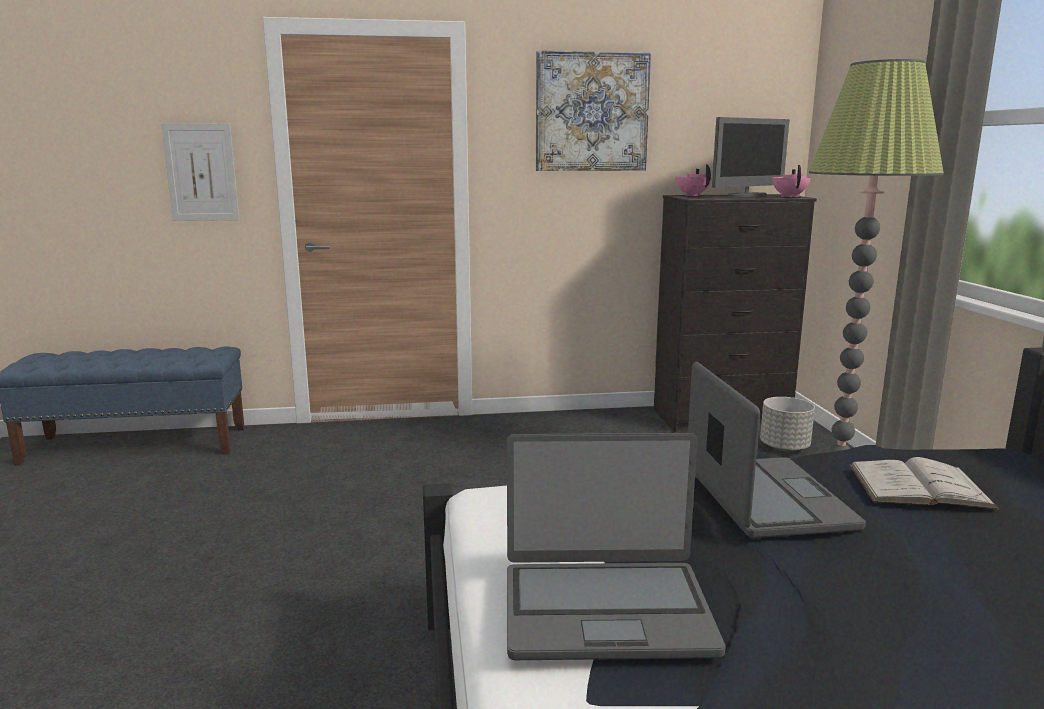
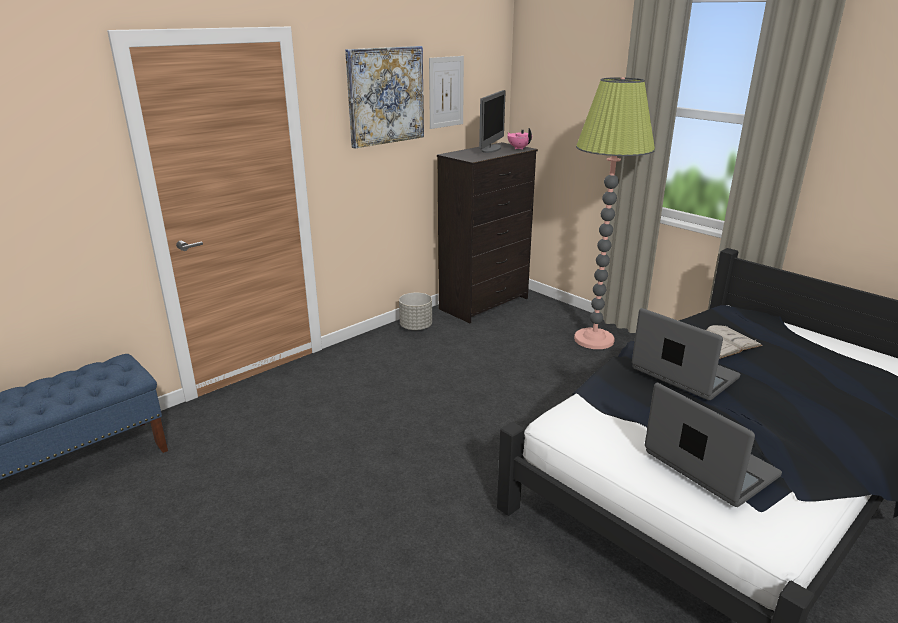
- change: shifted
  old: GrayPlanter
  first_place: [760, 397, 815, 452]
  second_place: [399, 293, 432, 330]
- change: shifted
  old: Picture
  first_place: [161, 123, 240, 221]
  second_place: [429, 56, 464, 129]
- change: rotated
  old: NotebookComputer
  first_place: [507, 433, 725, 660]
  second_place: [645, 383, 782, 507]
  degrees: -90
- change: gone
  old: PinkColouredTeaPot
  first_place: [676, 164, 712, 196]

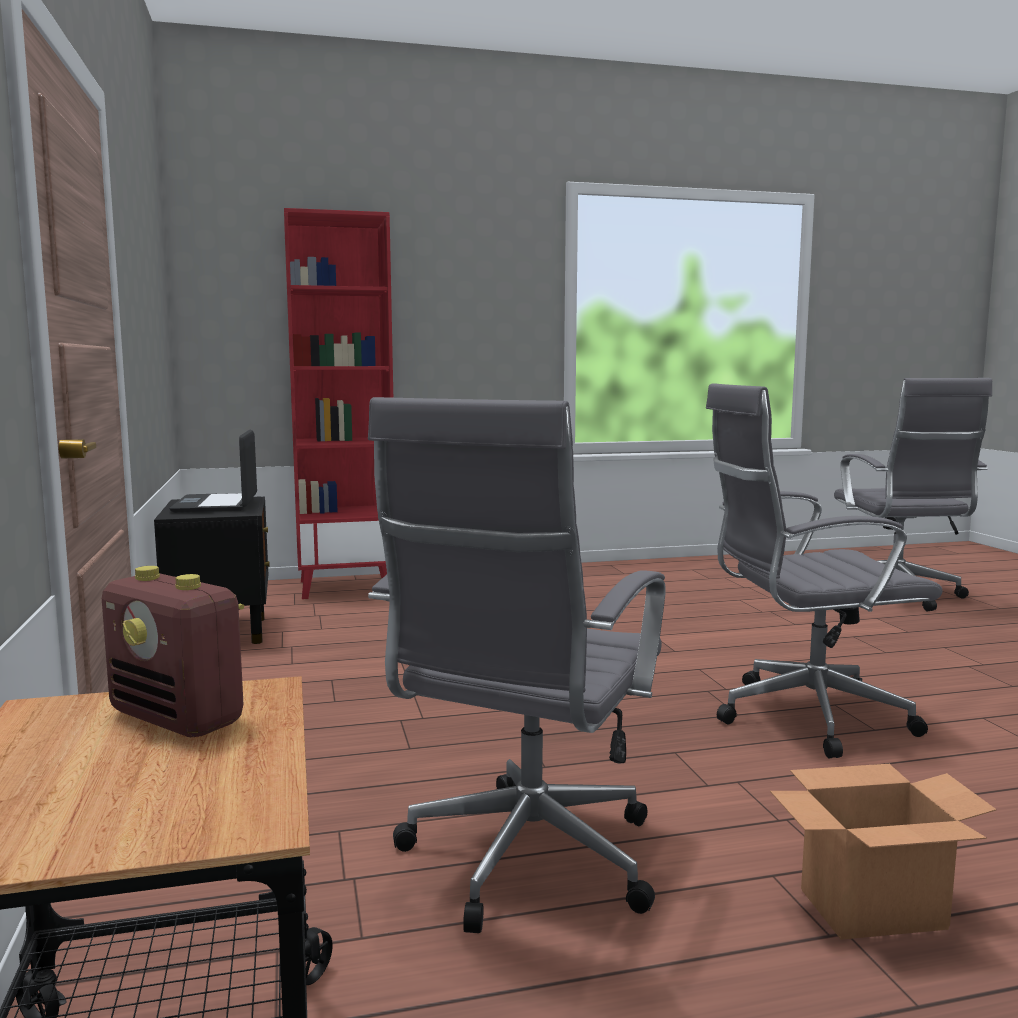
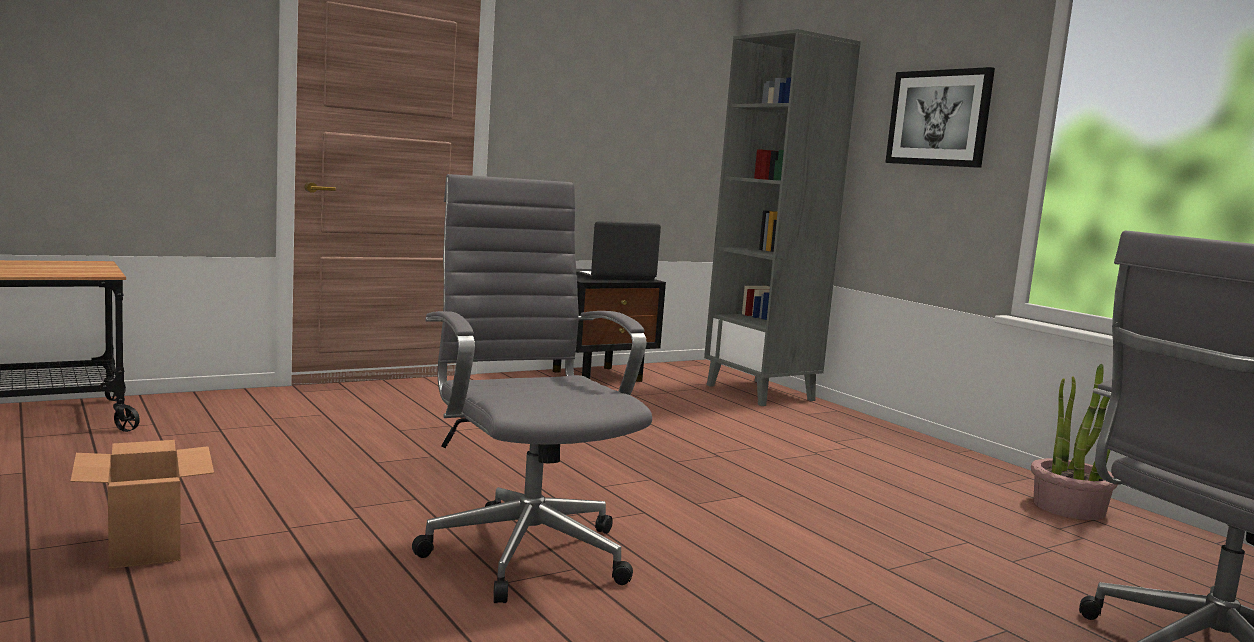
- change: repainted
  old: ReddishShelvingUnit
  new: GrayShelvingUnit
  first_place: [284, 208, 393, 599]
  second_place: [704, 29, 861, 406]
- change: new
  new: Picture
  second_place: [885, 67, 995, 168]
- change: new
  new: Houseplant
  second_place: [1031, 364, 1118, 520]
- change: gone
  old: Radio
  first_place: [102, 566, 244, 738]
- change: gone
  old: GrayOfficeChair
  first_place: [368, 397, 666, 933]

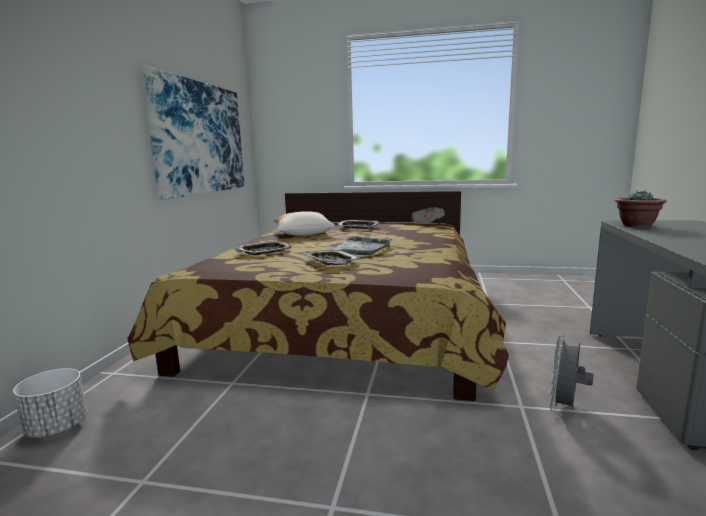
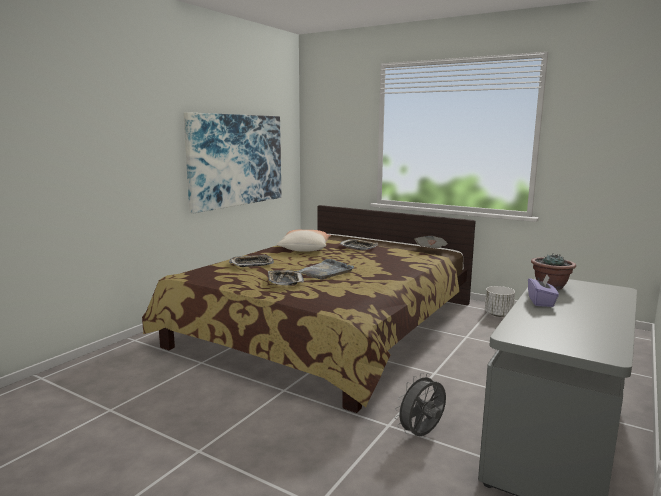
- change: shifted
  old: WhitePlanter
  first_place: [13, 368, 87, 438]
  second_place: [485, 286, 515, 317]
- change: new
  new: PurpleColouredTissueHolder
  second_place: [528, 275, 559, 307]

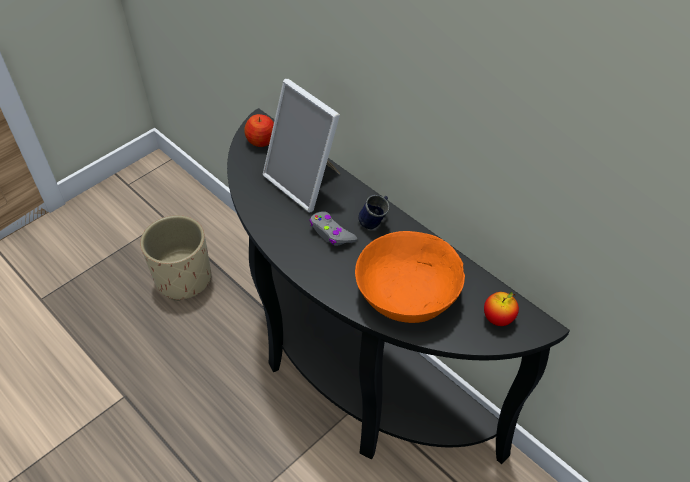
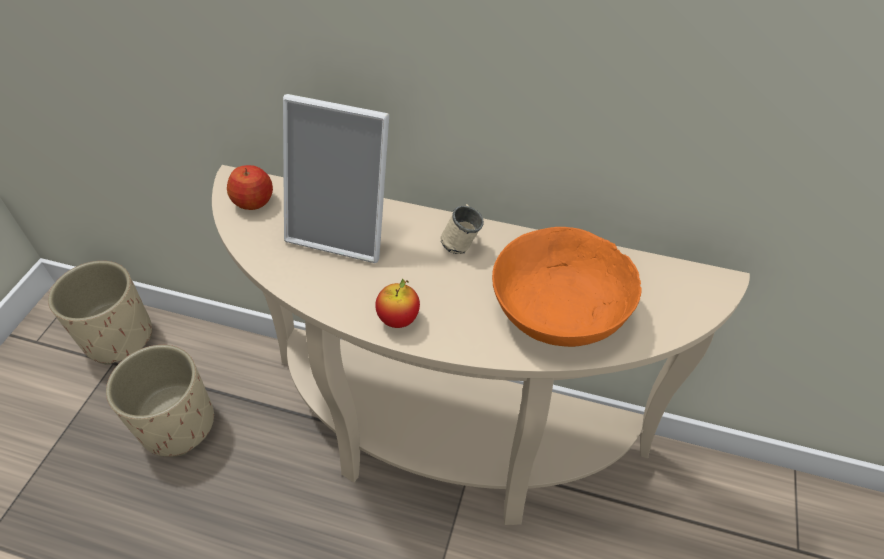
- change: new
  new: BeigePlanter
  second_place: [48, 261, 152, 365]
- change: repainted
  old: BlackishNarrowTable
  new: BeigeNarrowTable
  first_place: [227, 108, 570, 464]
  second_place: [212, 165, 750, 525]
- change: shifted
  old: WholeApple
  first_place: [484, 292, 519, 326]
  second_place: [375, 279, 420, 328]
- change: repainted
  old: BluishCoffeeMug
  new: BeigeCoffeeMug
  first_place: [358, 195, 390, 230]
  second_place: [440, 204, 484, 254]
- change: gone
  old: GrayJoypad
  first_place: [309, 212, 357, 246]

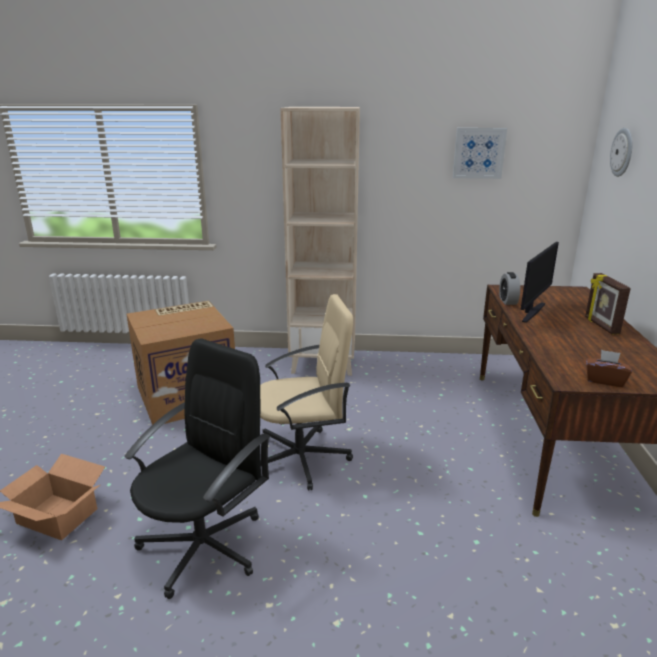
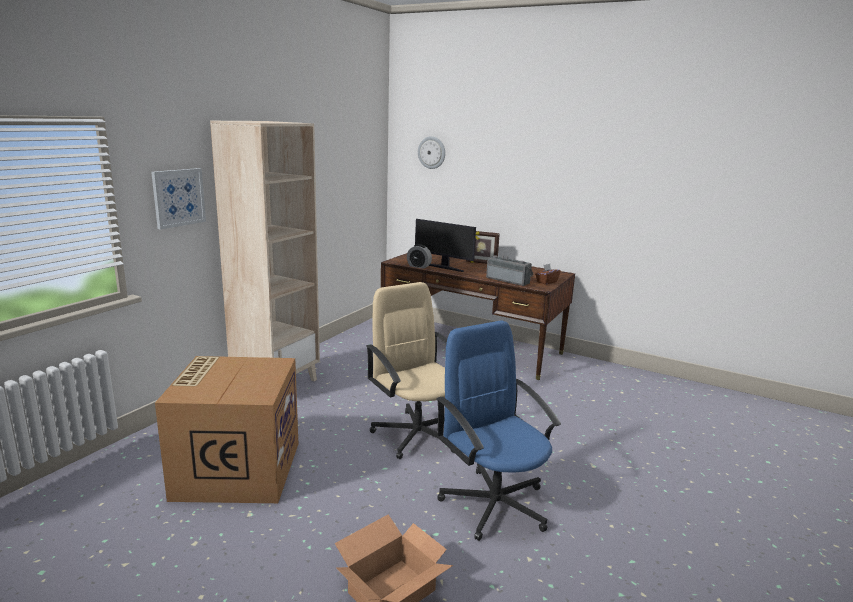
- change: shifted
  old: Picture
  first_place: [453, 128, 507, 179]
  second_place: [151, 168, 206, 229]
- change: rotated
  old: BeigeOfficeChair
  first_place: [260, 294, 353, 490]
  second_place: [366, 282, 454, 459]
  degrees: -45
- change: rotated
  old: Monitor
  first_place: [521, 242, 559, 323]
  second_place: [415, 219, 476, 272]
  degrees: 150
- change: repainted
  old: BlackishOfficeChair
  new: BluishOfficeChair
  first_place: [125, 338, 270, 599]
  second_place: [436, 320, 561, 541]
- change: new
  new: Radio
  second_place: [486, 255, 533, 286]

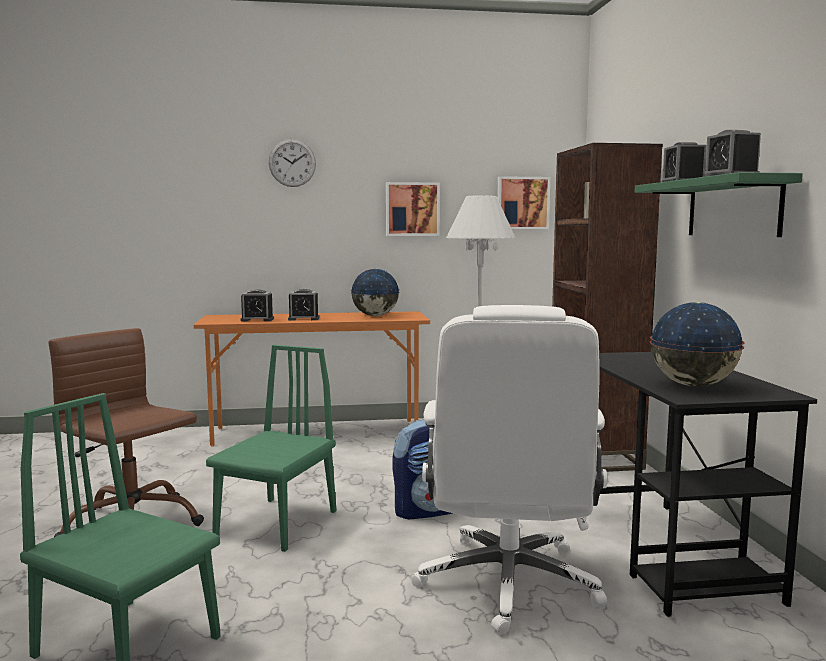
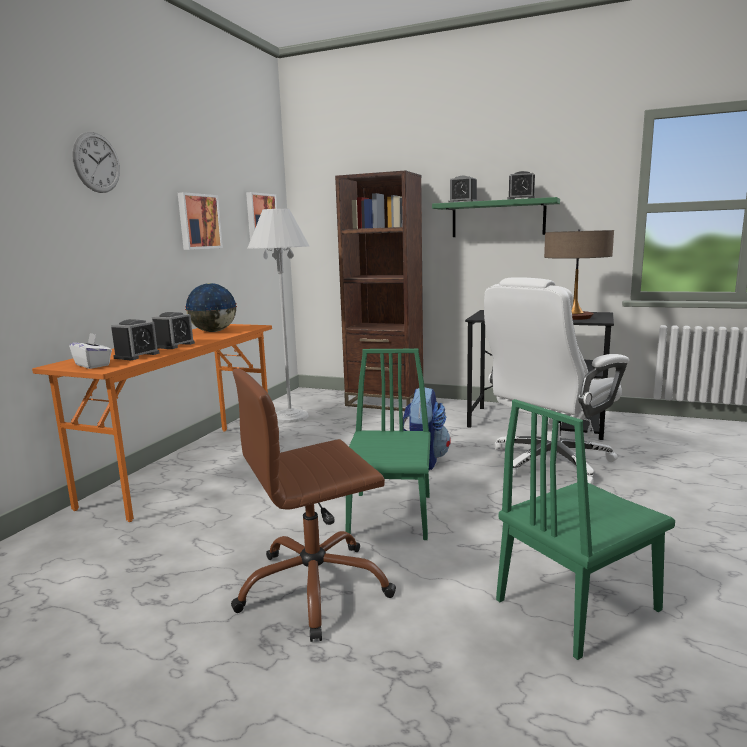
- change: new
  new: WhiteTissueHolder
  second_place: [69, 333, 112, 369]
- change: rotated
  old: GreenChair
  first_place: [206, 345, 336, 552]
  second_place: [346, 349, 431, 540]
  degrees: 45
- change: rotated
  old: WhiteOfficeChair
  first_place: [411, 305, 607, 635]
  second_place: [484, 277, 629, 485]
  degrees: 105
- change: swapped
  old: Globe
  new: TabletopLamp
  first_place: [650, 302, 744, 387]
  second_place: [544, 229, 614, 320]

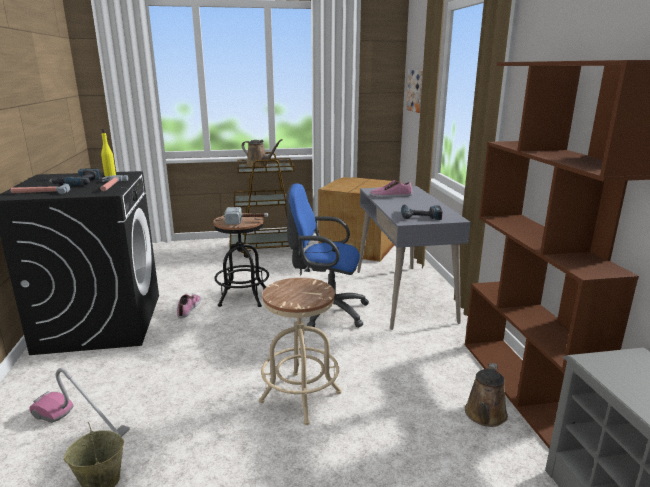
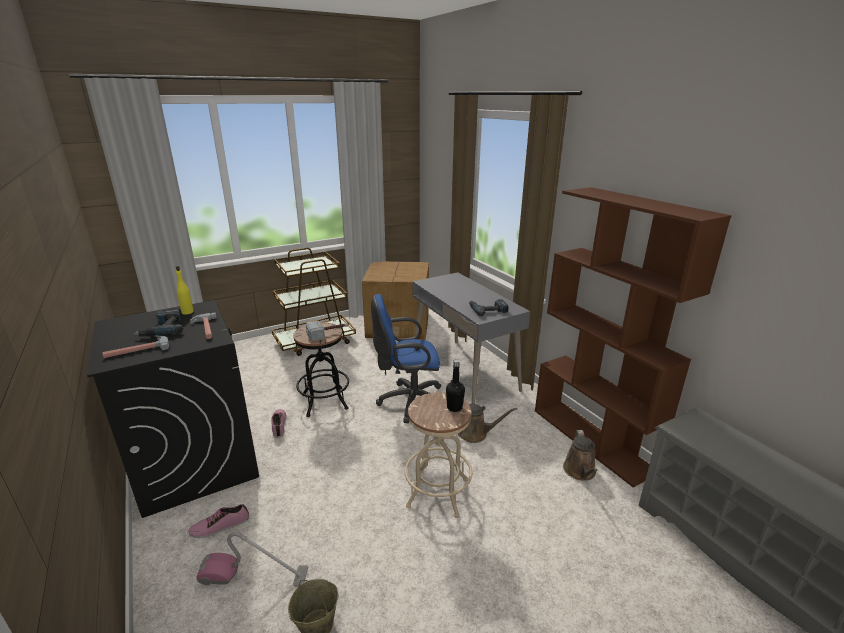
- change: shifted
  old: Shoe
  first_place: [370, 180, 412, 197]
  second_place: [188, 504, 249, 538]
- change: new
  new: BlackishDrinkBottle
  second_place: [446, 359, 465, 412]
- change: shifted
  old: BrownColouredWateringPot
  first_place: [242, 139, 283, 169]
  second_place: [458, 404, 517, 443]
- change: gone
  old: Picture
  first_place: [406, 70, 423, 113]

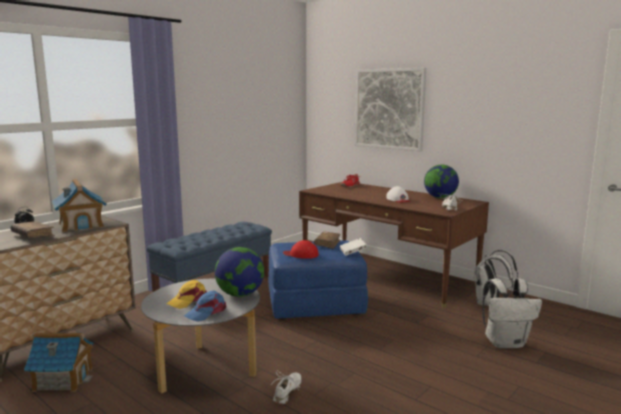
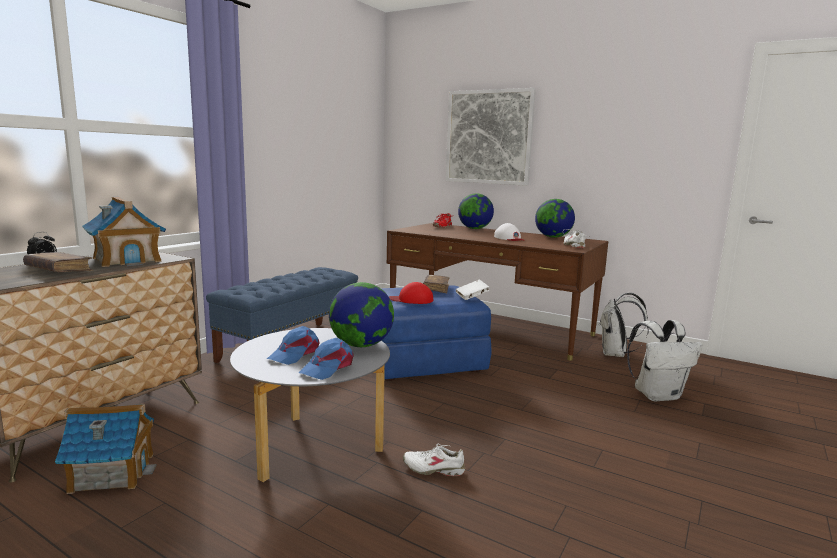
- change: repainted
  old: YellowColouredCap
  new: BluishCap
  first_place: [166, 280, 207, 309]
  second_place: [267, 326, 320, 365]
- change: rotated
  old: WhiteShoe
  first_place: [273, 370, 302, 404]
  second_place: [403, 444, 465, 476]
  degrees: -90
- change: new
  new: Globe
  second_place: [458, 193, 494, 229]

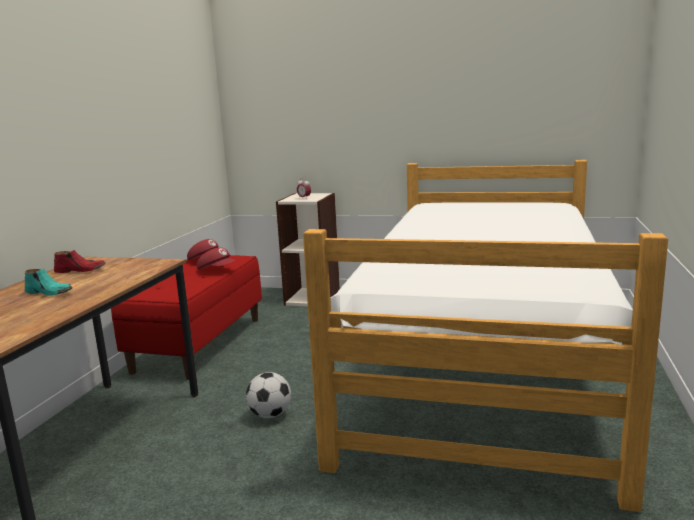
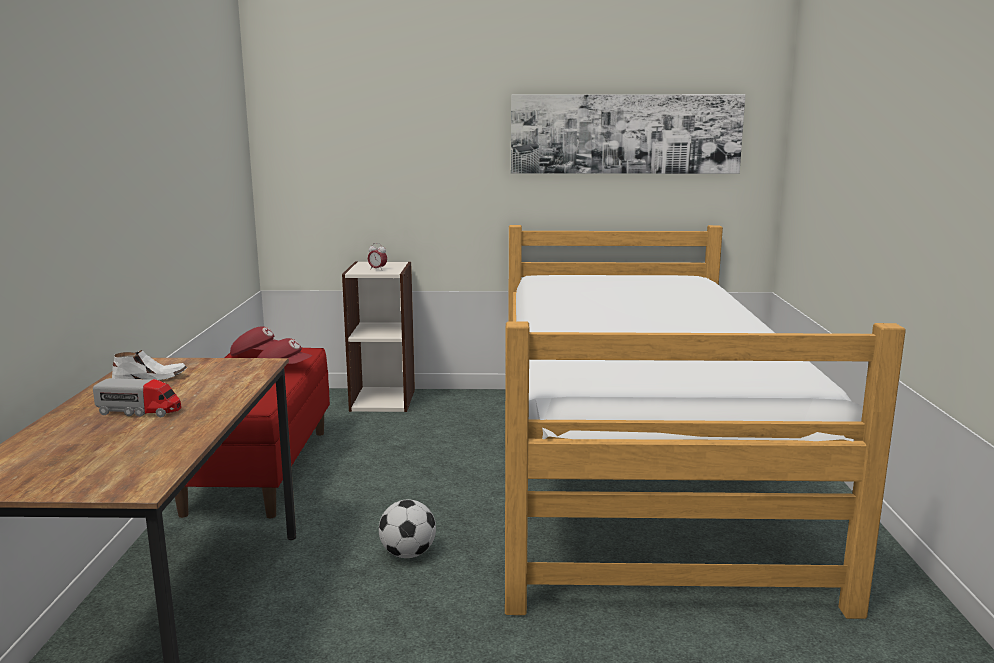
- change: swapped
  old: TurquoiseColouredShoe
  new: ToyTruck
  first_place: [25, 269, 73, 296]
  second_place: [93, 378, 182, 417]
- change: repainted
  old: ReddishShoe
  new: WhiteShoe
  first_place: [54, 250, 106, 273]
  second_place: [112, 350, 187, 380]
- change: new
  new: Picture
  second_place: [511, 94, 746, 174]

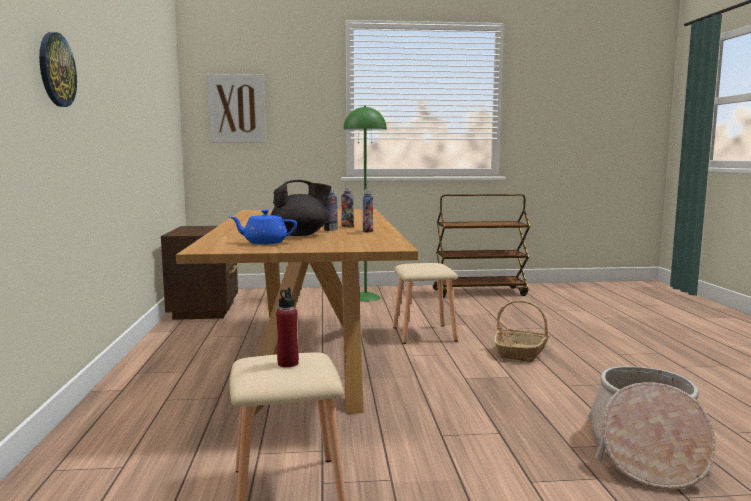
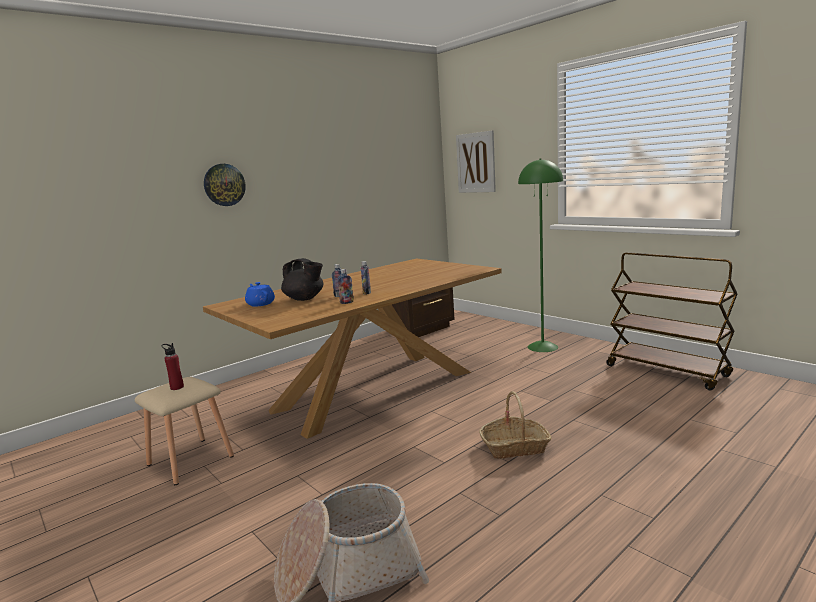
- change: gone
  old: BeigeSittingStool
  first_place: [393, 263, 458, 344]

